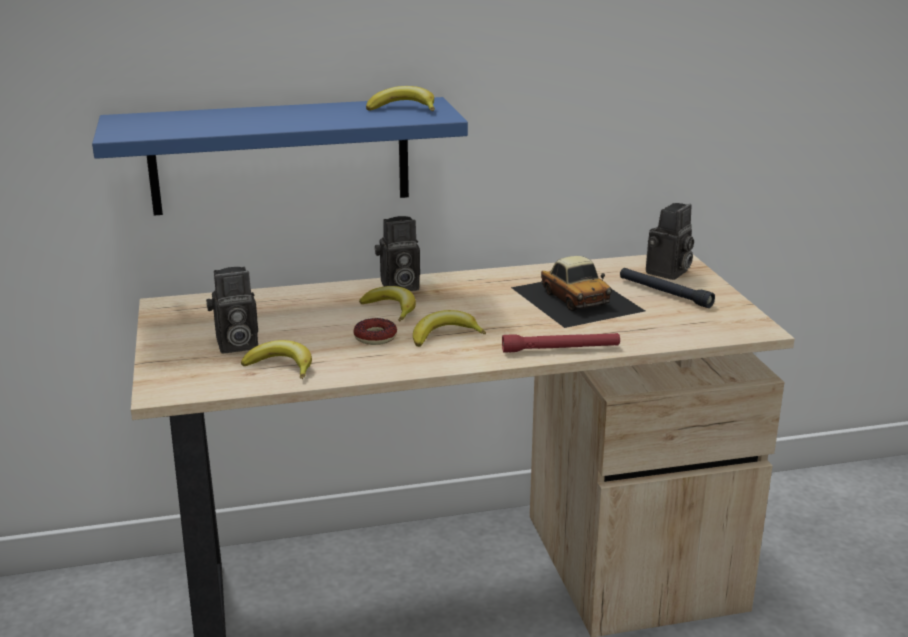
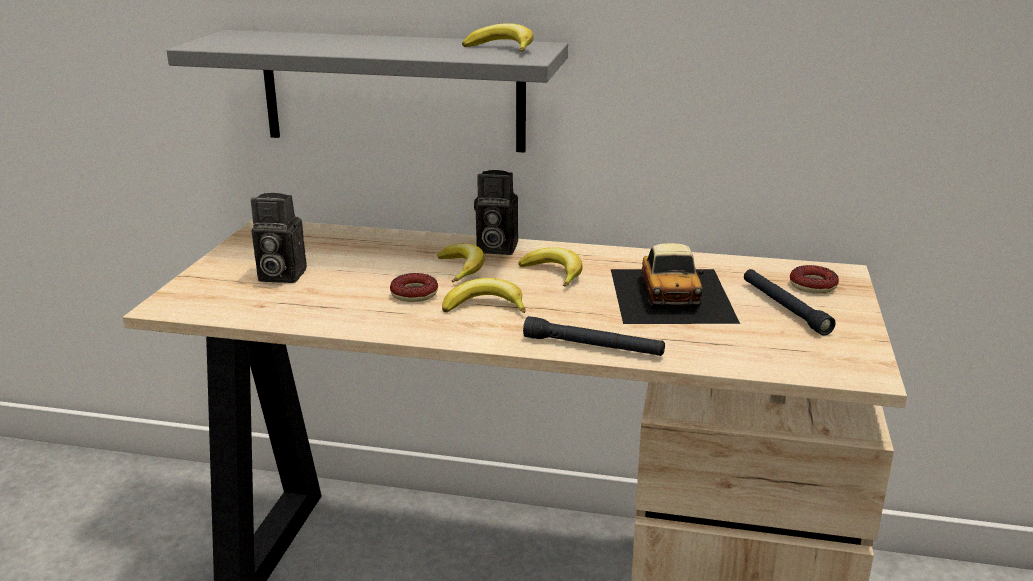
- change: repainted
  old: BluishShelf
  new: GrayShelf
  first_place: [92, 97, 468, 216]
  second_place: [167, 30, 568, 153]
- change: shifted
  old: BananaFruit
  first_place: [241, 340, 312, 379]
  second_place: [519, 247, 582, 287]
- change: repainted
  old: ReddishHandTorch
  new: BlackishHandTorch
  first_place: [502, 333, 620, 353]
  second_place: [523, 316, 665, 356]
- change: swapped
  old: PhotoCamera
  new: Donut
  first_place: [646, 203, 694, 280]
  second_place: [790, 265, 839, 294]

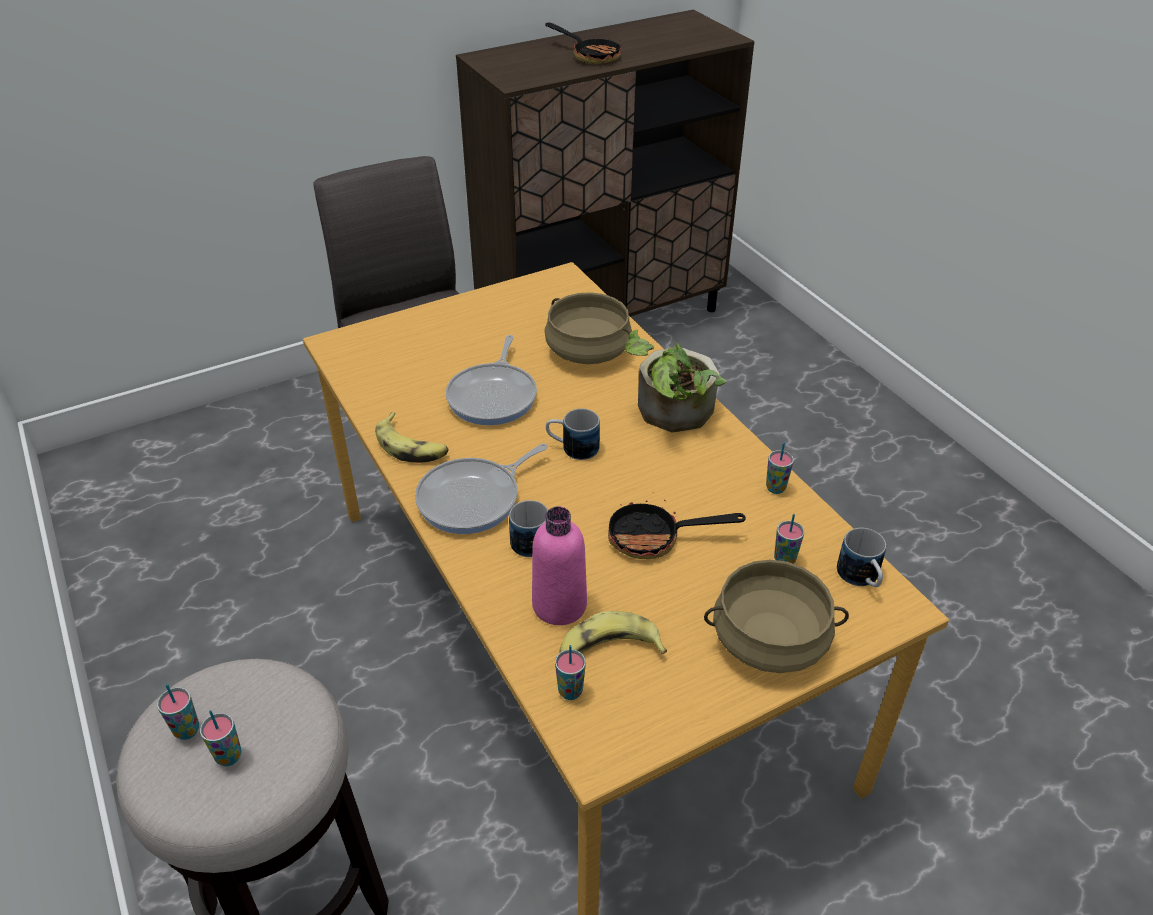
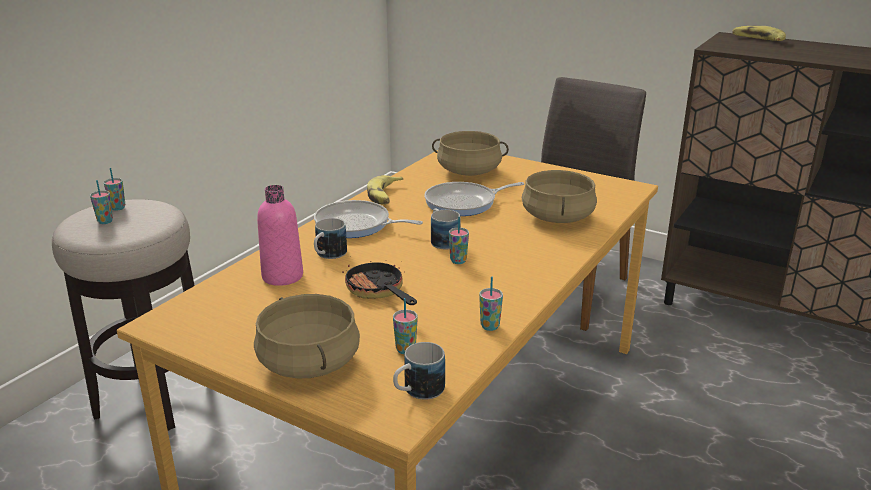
- change: new
  new: BeigeSaucepot
  second_place: [432, 131, 509, 176]
- change: shifted
  old: DrinkingCup
  first_place: [555, 645, 586, 700]
  second_place: [449, 217, 469, 264]
- change: shifted
  old: BananaFruit
  first_place: [560, 611, 667, 654]
  second_place: [733, 26, 786, 41]
- change: gone
  old: Pan
  first_place: [545, 23, 622, 64]
- change: gone
  old: Houseplant
  first_place: [625, 330, 727, 432]

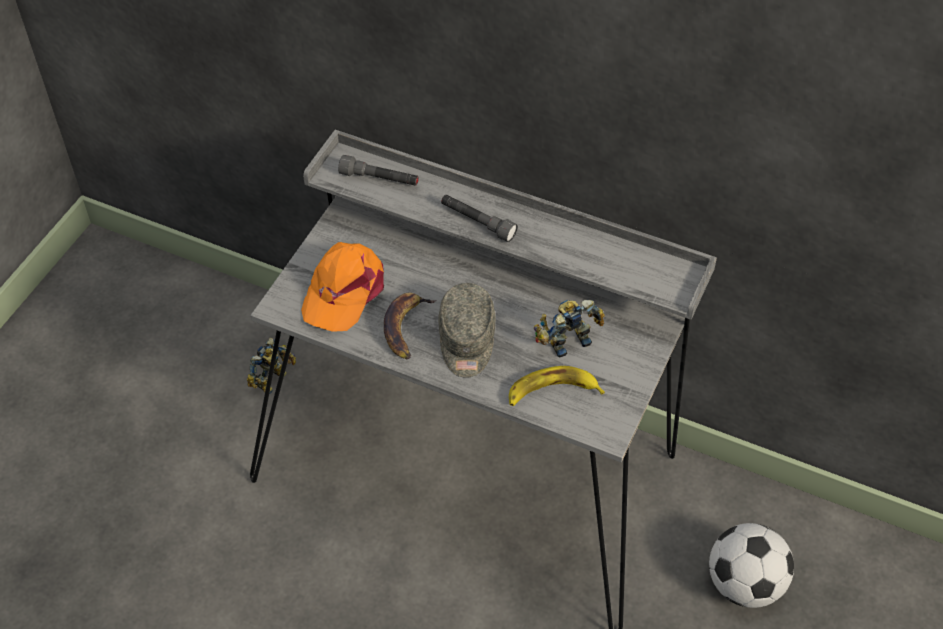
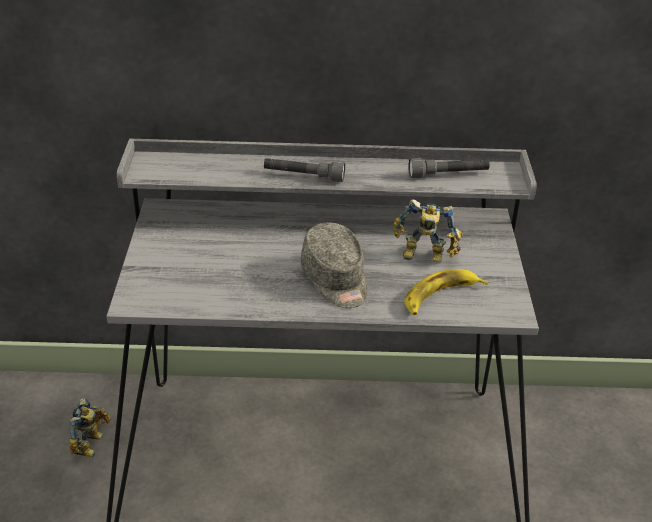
- change: rotated
  old: ToyRobot
  first_place: [534, 300, 605, 357]
  second_place: [393, 199, 463, 263]
  degrees: -120
- change: shifted
  old: GrayHandTorch
  first_place: [338, 155, 419, 186]
  second_place: [409, 158, 490, 178]
- change: gone
  old: OrangeCap
  first_place: [301, 242, 384, 332]
- change: gone
  old: BananaFruit
  first_place: [384, 293, 436, 359]
- change: gone
  old: BallForFootball
  first_place: [709, 523, 794, 608]

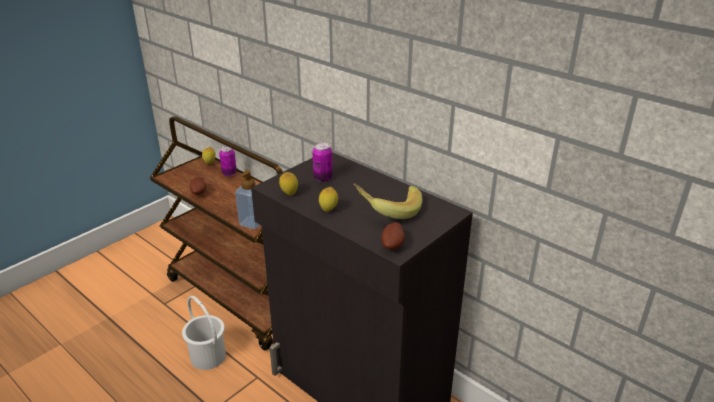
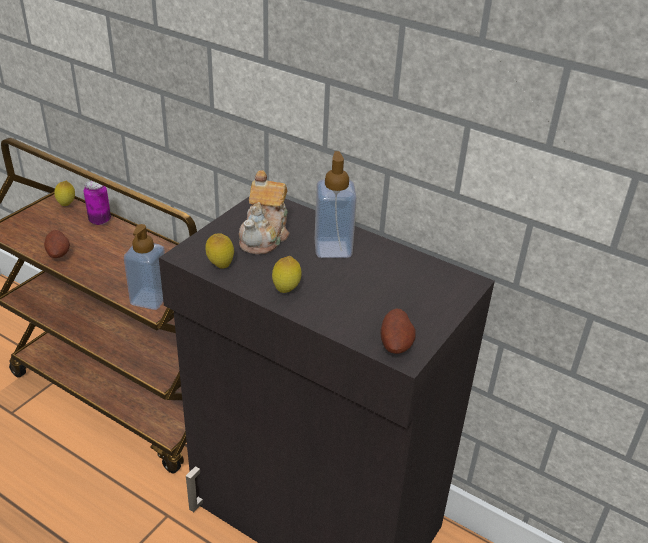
- change: swapped
  old: SealedCan
  new: TeaPot
  first_place: [312, 142, 333, 182]
  second_place: [239, 170, 289, 255]
- change: new
  new: SoapBottle
  second_place: [315, 151, 357, 258]
- change: gone
  old: WhiteWaterBucket
  first_place: [182, 296, 226, 370]
- change: gone
  old: BananaFruit
  first_place: [353, 183, 422, 219]

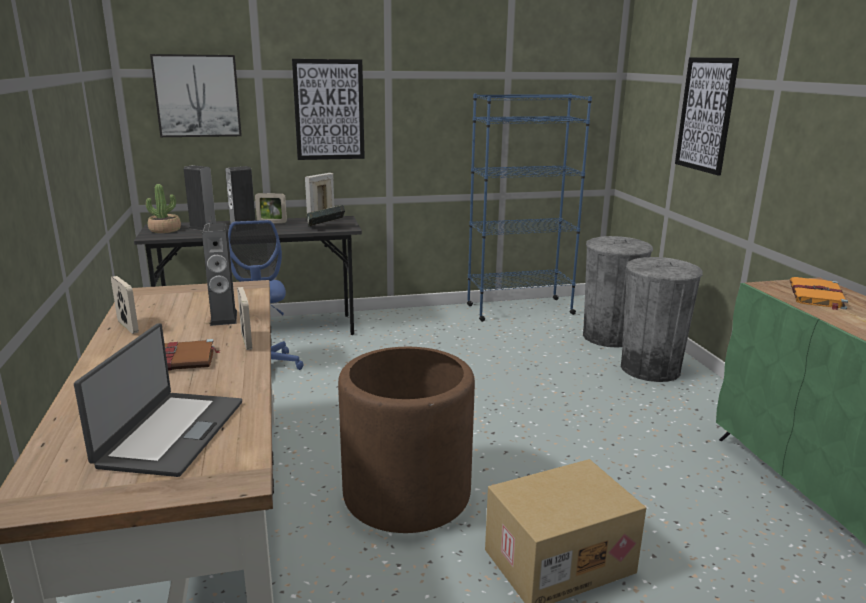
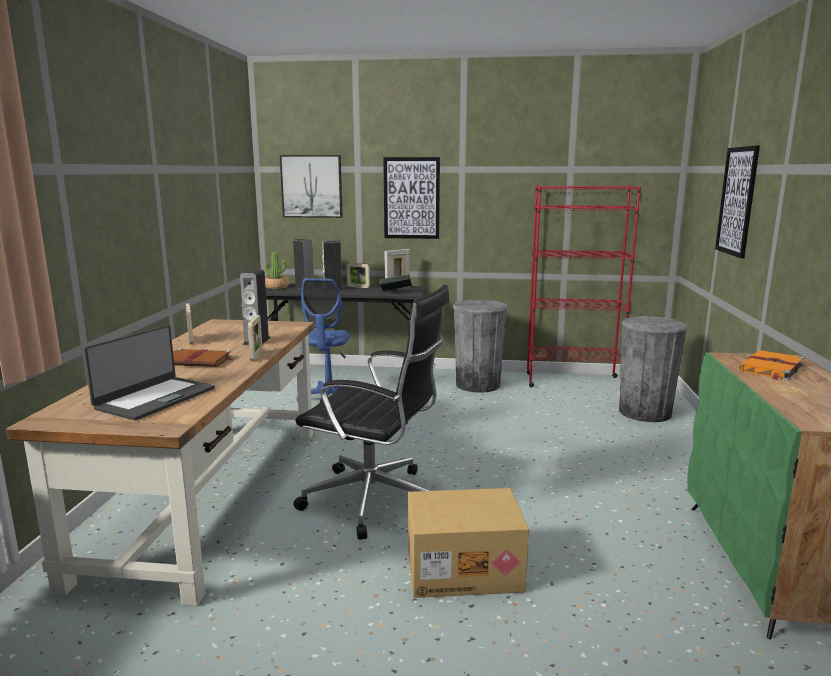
- change: swapped
  old: BrownColouredPlanter
  new: BlackishOfficeChair
  first_place: [338, 347, 475, 533]
  second_place: [293, 285, 449, 540]
- change: shifted
  old: GrayTrashCan
  first_place: [621, 257, 703, 382]
  second_place: [453, 299, 508, 393]
- change: repainted
  old: BluishShelvingUnit
  new: ReddishShelvingUnit
  first_place: [467, 94, 592, 322]
  second_place: [527, 185, 641, 388]

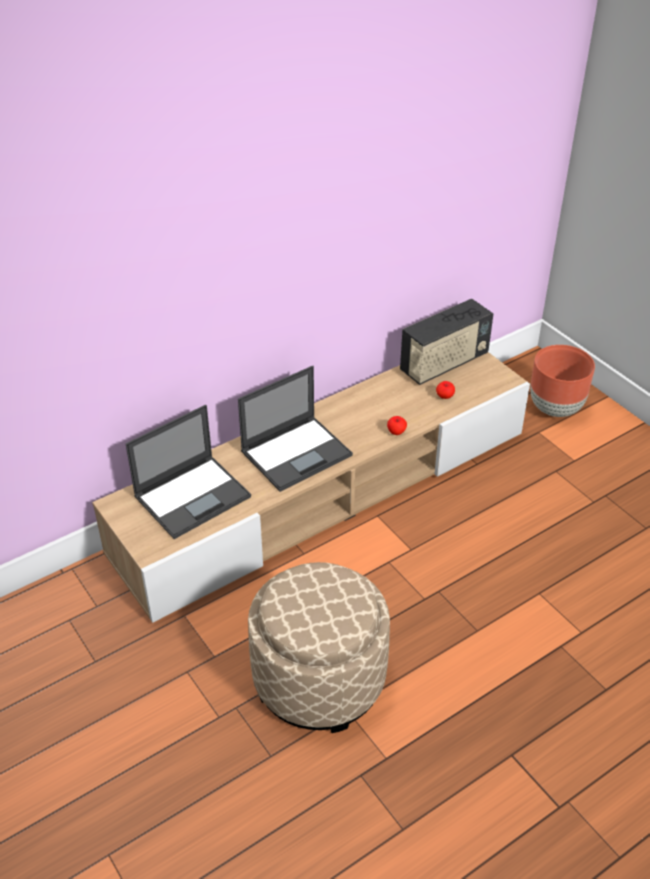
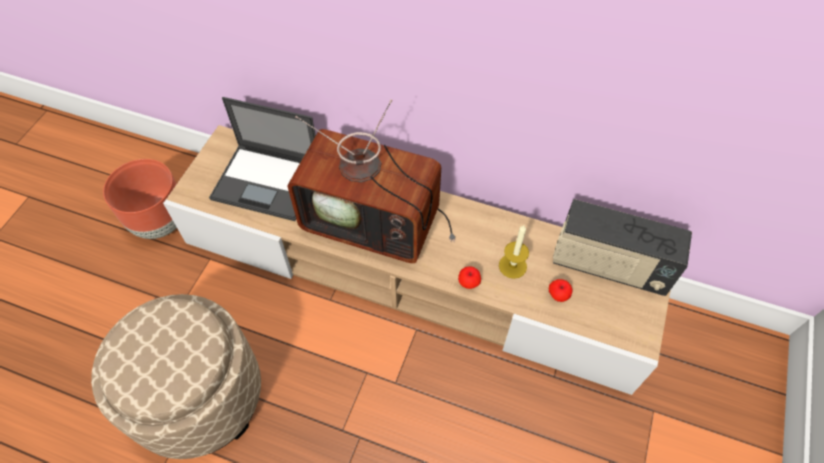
- change: shifted
  old: BrownColouredPlanter
  first_place: [530, 345, 595, 417]
  second_place: [103, 159, 177, 239]
- change: swapped
  old: NotebookComputer
  new: Tv
  first_place: [238, 366, 353, 492]
  second_place: [288, 99, 455, 263]
- change: new
  new: WaxCandle
  second_place: [499, 225, 529, 279]

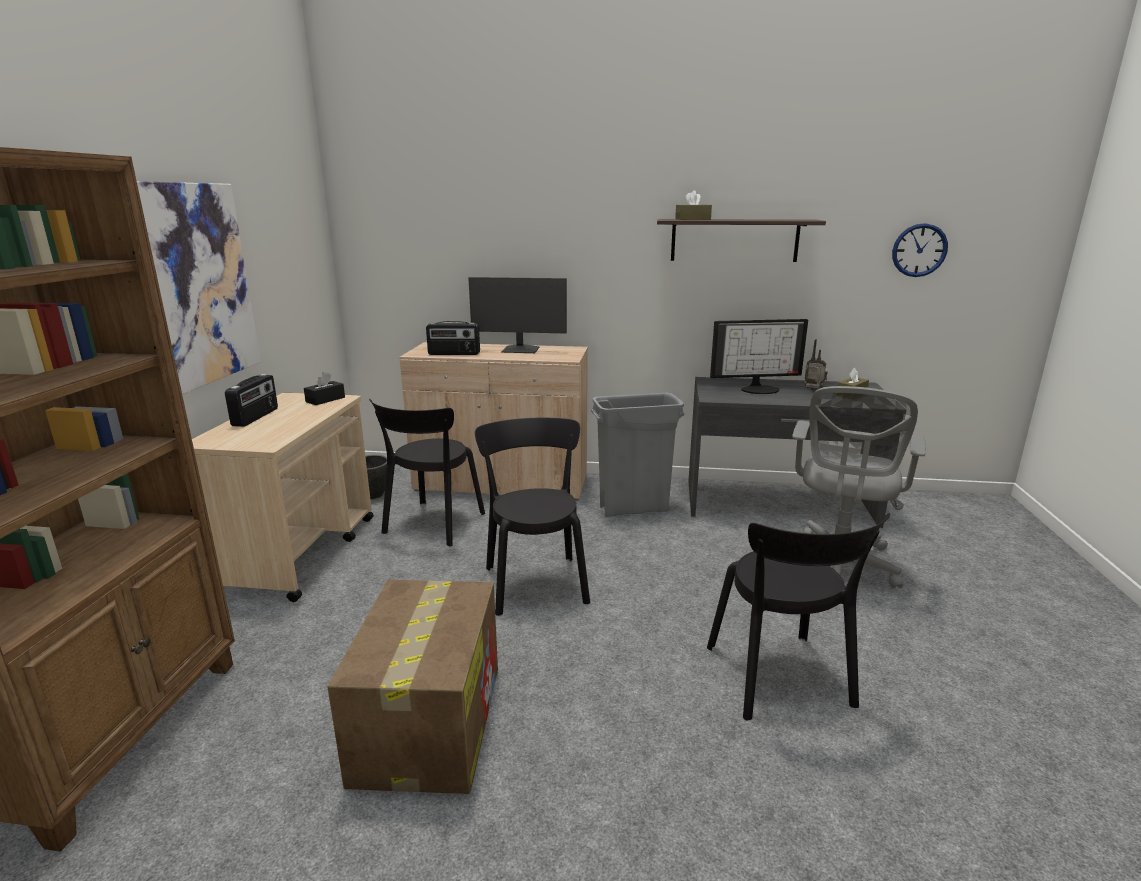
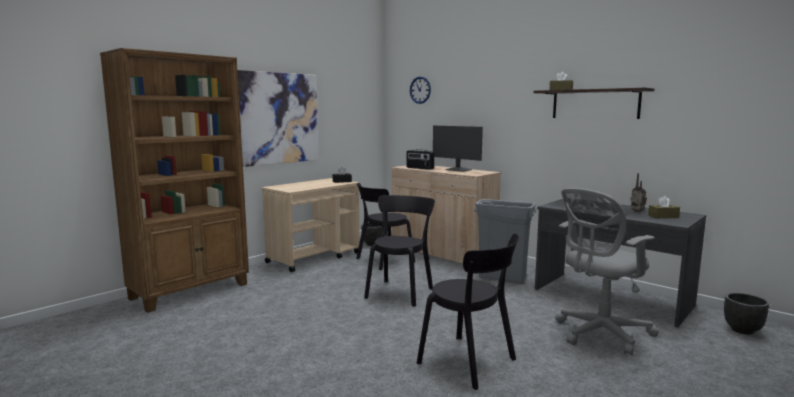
- change: shifted
  old: WallClock
  first_place: [892, 223, 948, 277]
  second_place: [410, 76, 431, 104]
- change: rotated
  old: BlackishChair
  first_place: [707, 513, 890, 720]
  second_place: [417, 233, 520, 390]
  degrees: -75
- change: new
  new: BlackishPlanter
  second_place: [724, 293, 769, 335]
- change: gone
  old: Radio
  first_place: [225, 374, 278, 427]
- change: gone
  old: Carton
  first_place: [327, 580, 498, 794]
- change: gone
  old: Monitor
  first_place: [710, 319, 808, 394]

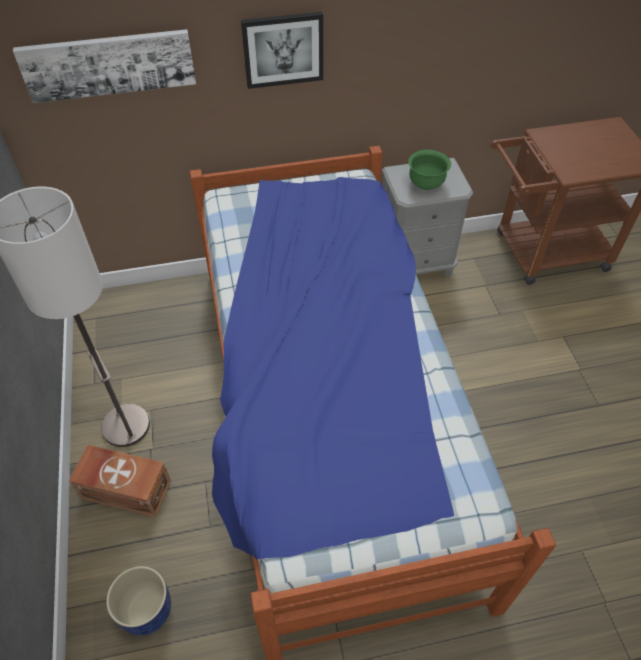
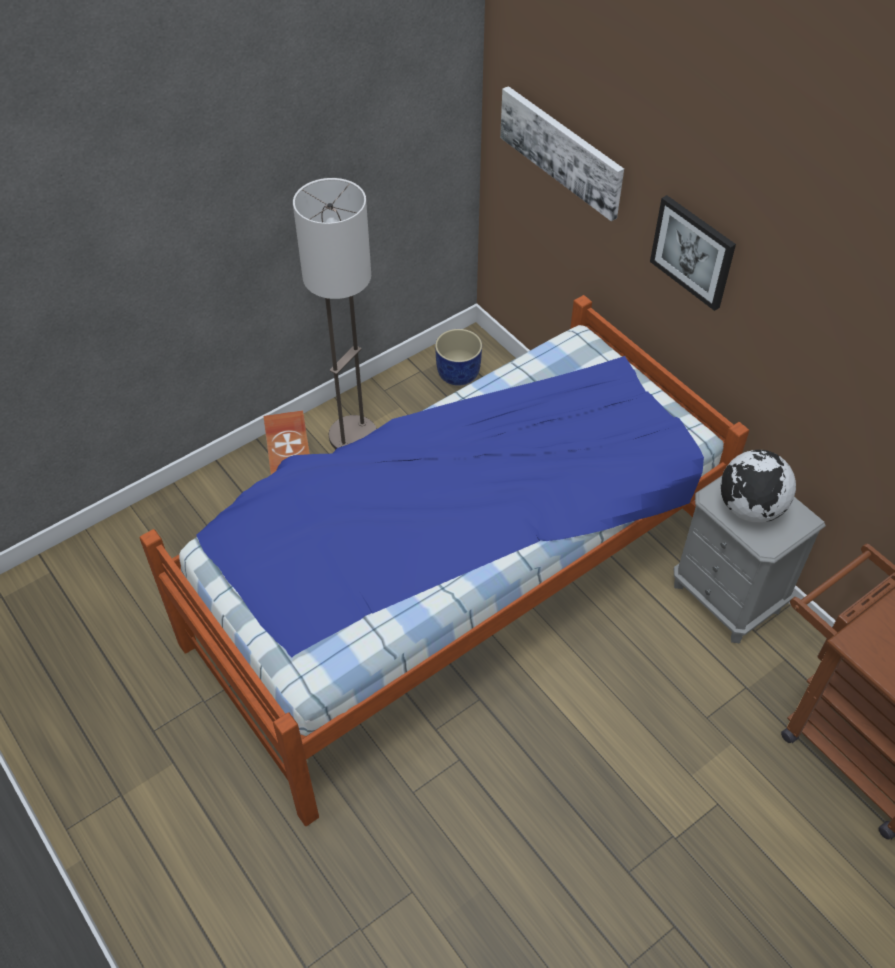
- change: shifted
  old: BluishPlanter
  first_place: [106, 566, 171, 636]
  second_place: [435, 329, 482, 386]
- change: swapped
  old: GreenBowl
  new: Globe
  first_place: [408, 150, 451, 190]
  second_place: [721, 450, 796, 523]

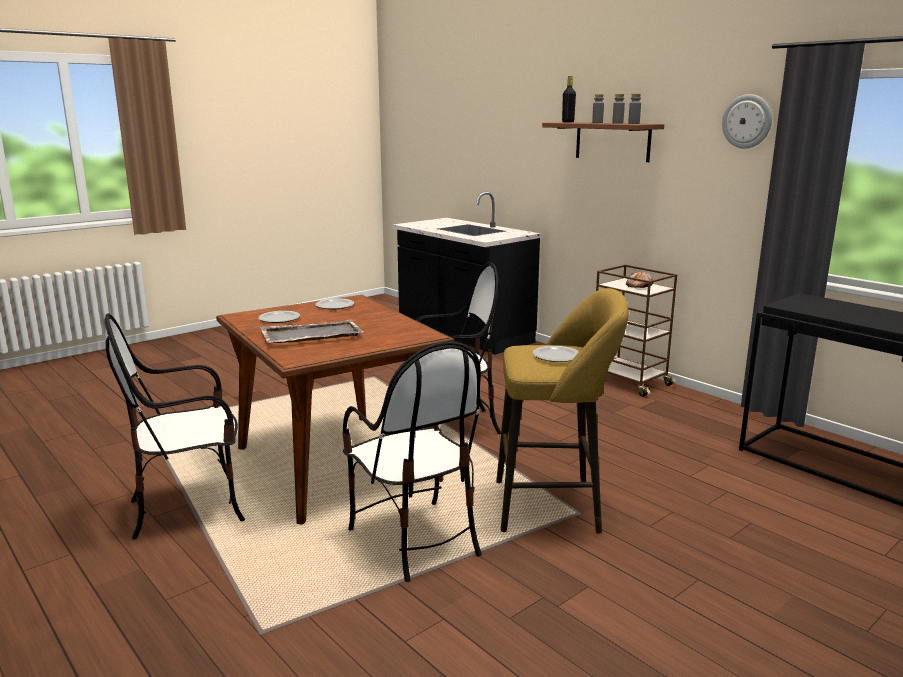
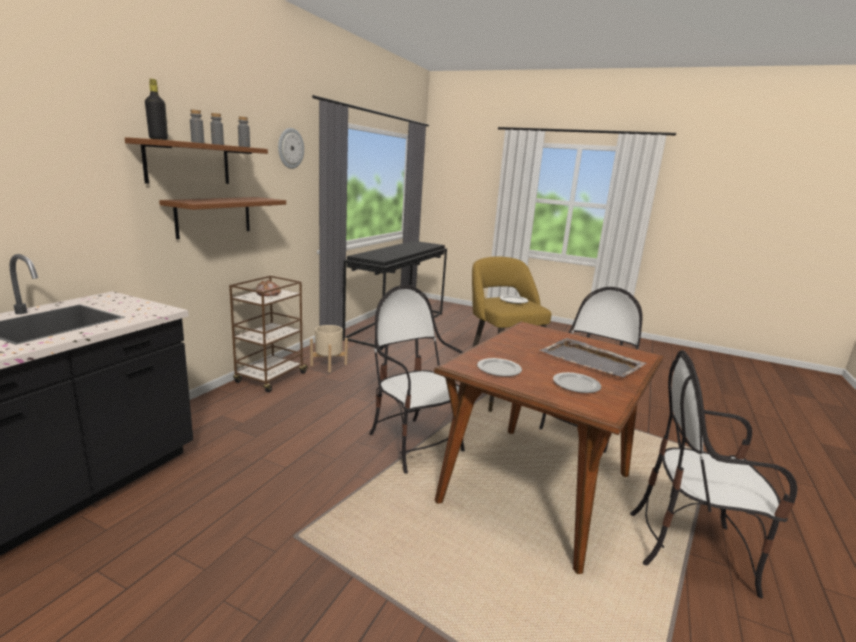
- change: new
  new: BrownColouredShelf
  second_place: [159, 197, 286, 239]
- change: new
  new: BeigePlanter
  second_place: [310, 325, 348, 372]
- change: rotated
  old: Chair
  first_place: [105, 313, 245, 539]
  second_place: [630, 350, 798, 598]
  degrees: 150

